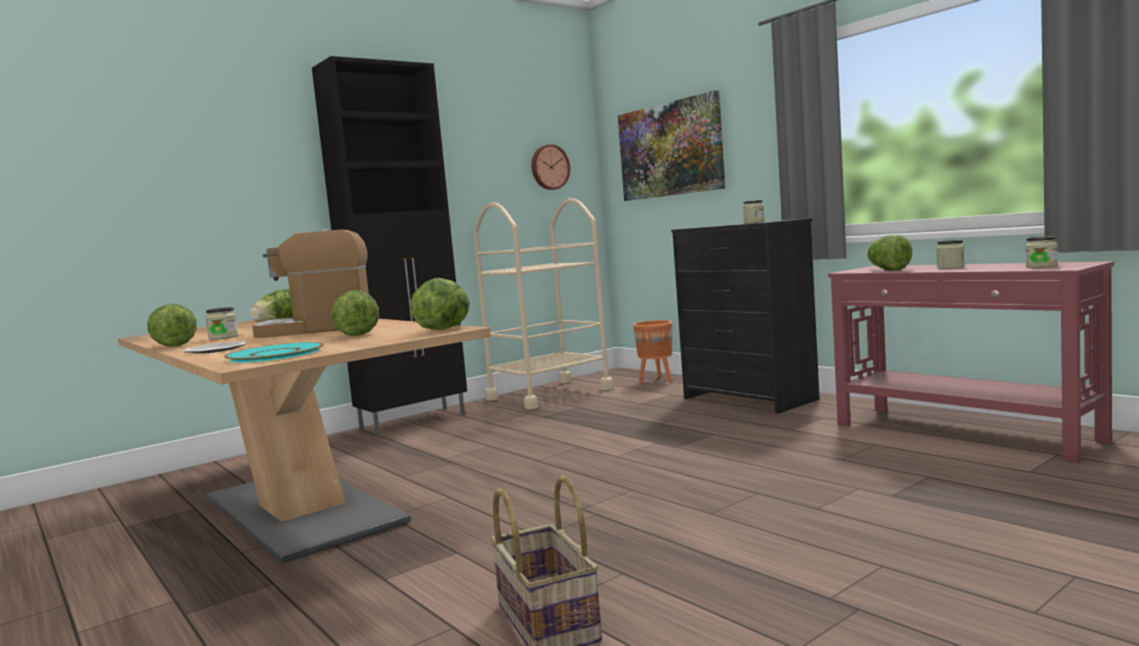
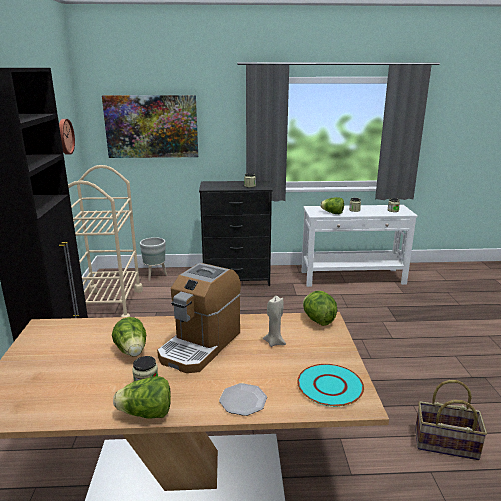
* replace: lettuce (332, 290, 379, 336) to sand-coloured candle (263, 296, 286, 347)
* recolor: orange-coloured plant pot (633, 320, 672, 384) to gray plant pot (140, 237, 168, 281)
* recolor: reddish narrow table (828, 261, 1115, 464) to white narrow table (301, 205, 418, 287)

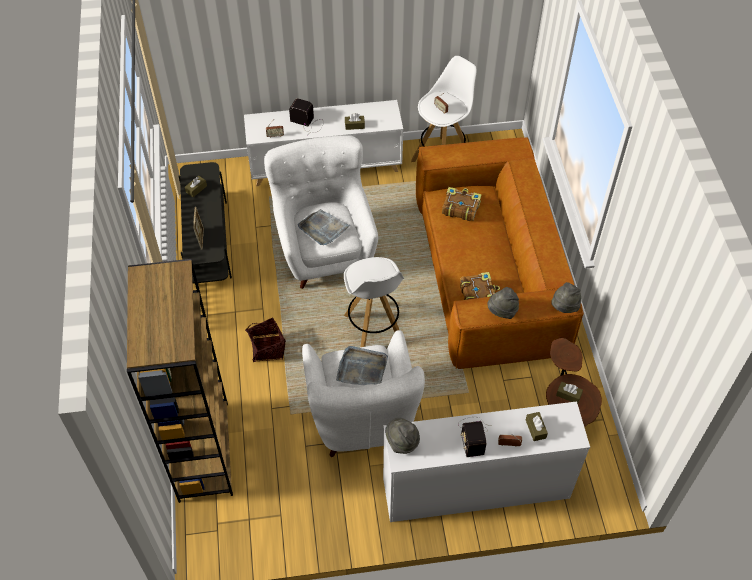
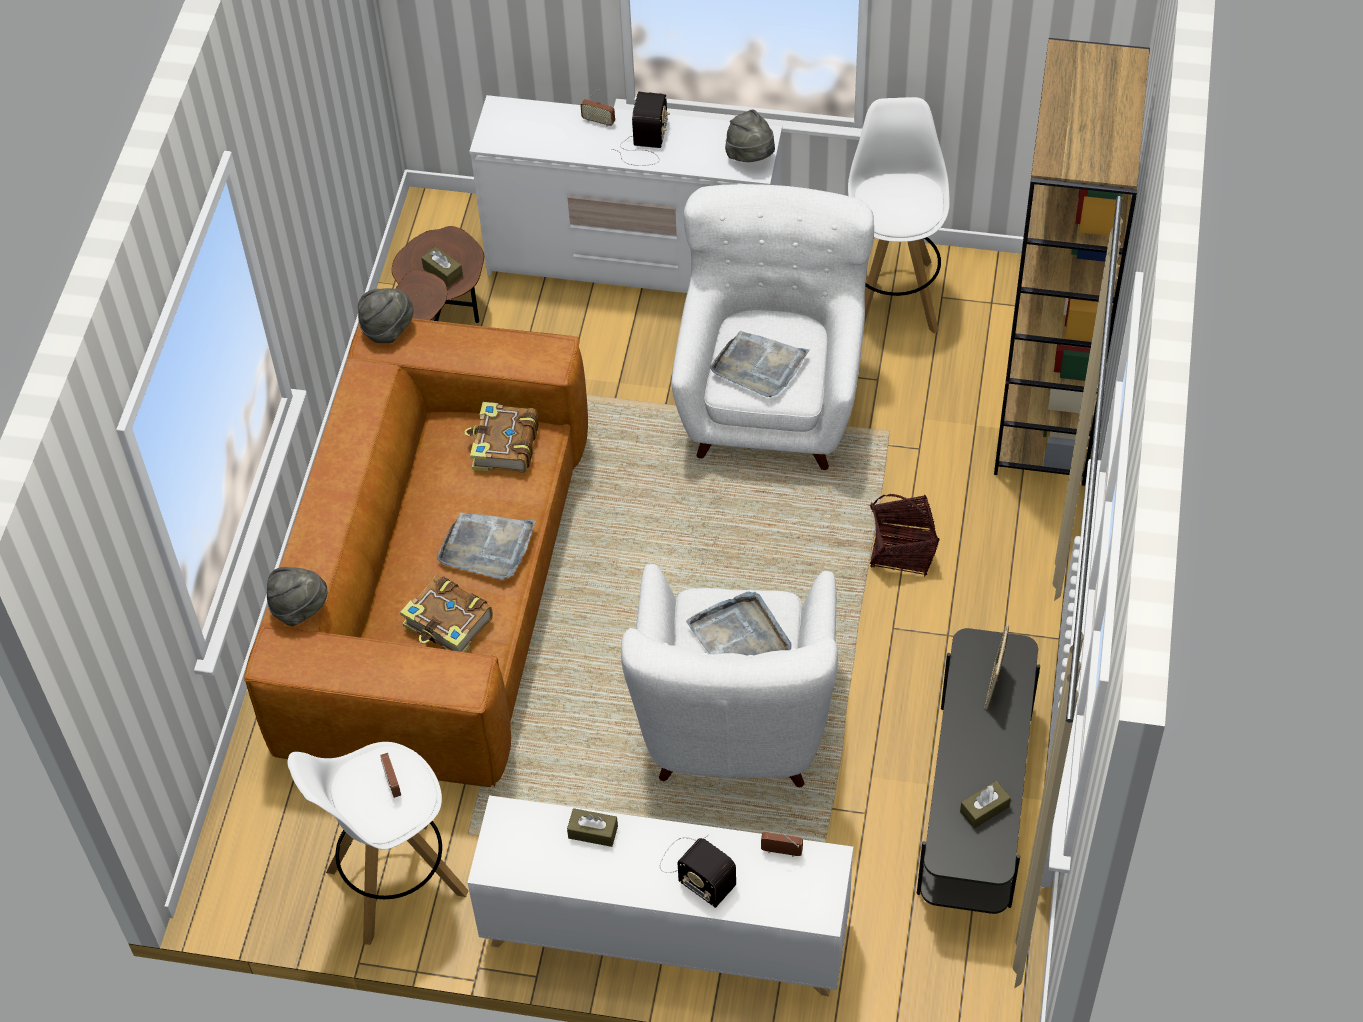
* delete: brown-coloured box of tissues (526, 412, 548, 441)
* insert: gray tray (437, 513, 536, 580)
* move: white sitting stool (344, 257, 404, 347) to (848, 97, 950, 334)
* move: gray wearable hat (487, 287, 519, 319) to (267, 567, 327, 626)

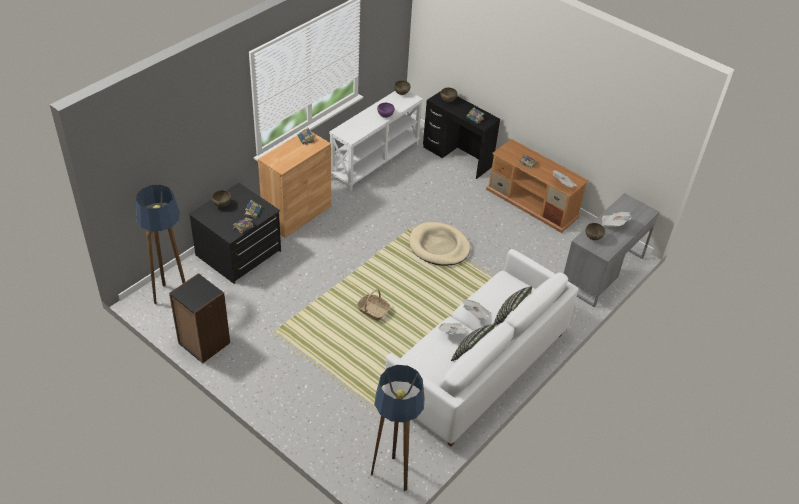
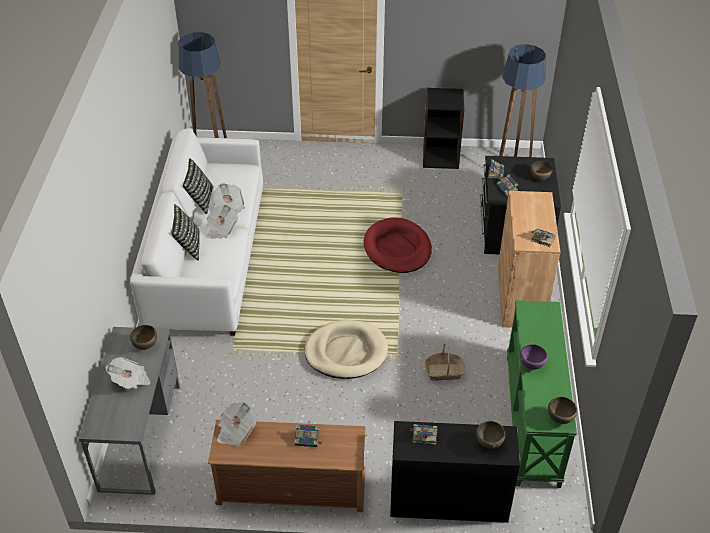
* insert: reddish dog cushion (364, 218, 432, 273)
* move: basket (357, 289, 390, 321) to (424, 343, 465, 381)
* recolor: white narrow table (329, 91, 423, 191) to green-coloured narrow table (507, 300, 577, 488)

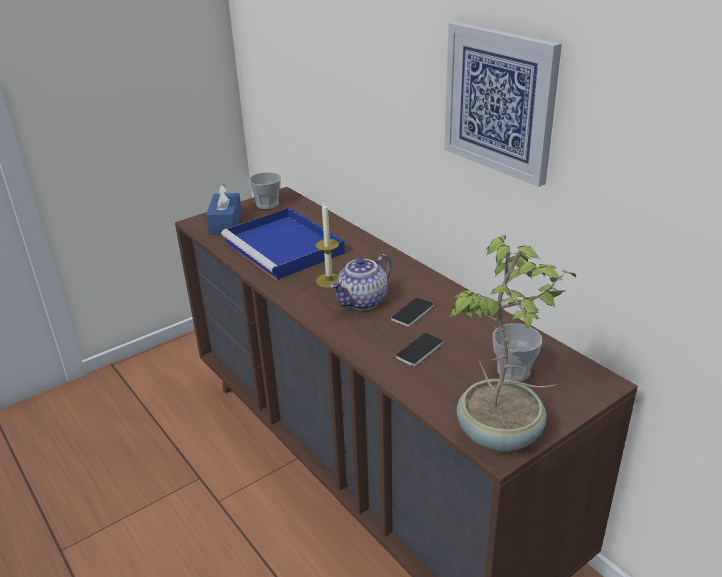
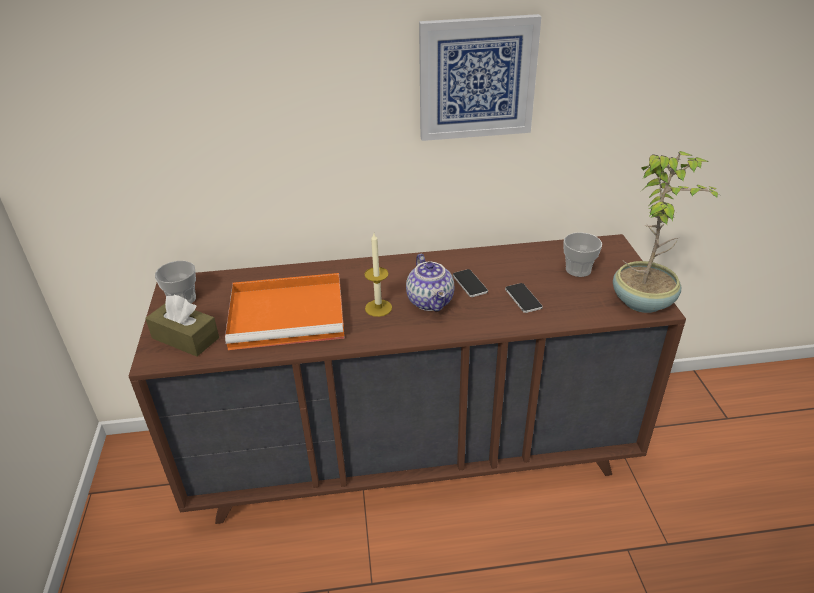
* recolor: bluish box of tissues (206, 184, 242, 235) to brown-coloured box of tissues (145, 295, 219, 357)
* recolor: bluish tray (221, 208, 345, 280) to orange-coloured tray (225, 273, 345, 350)

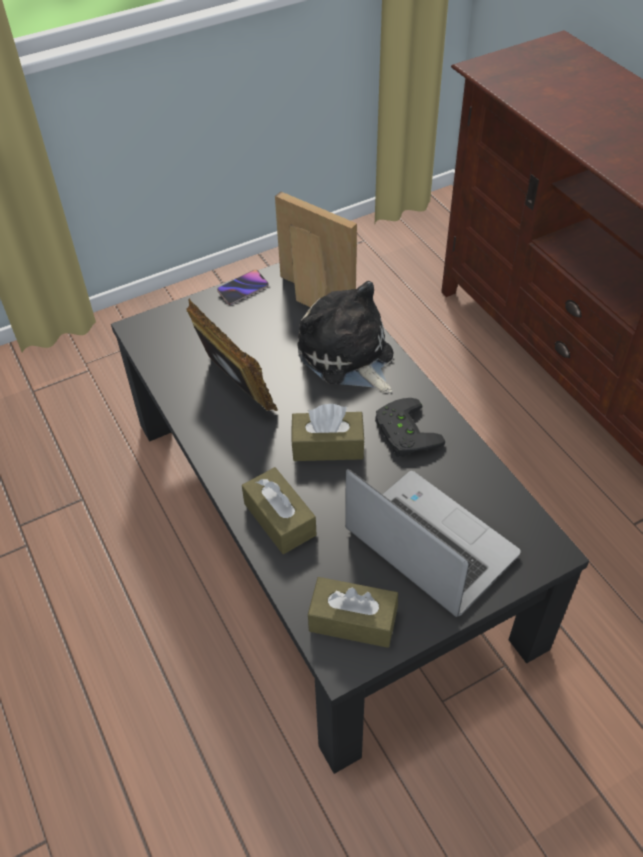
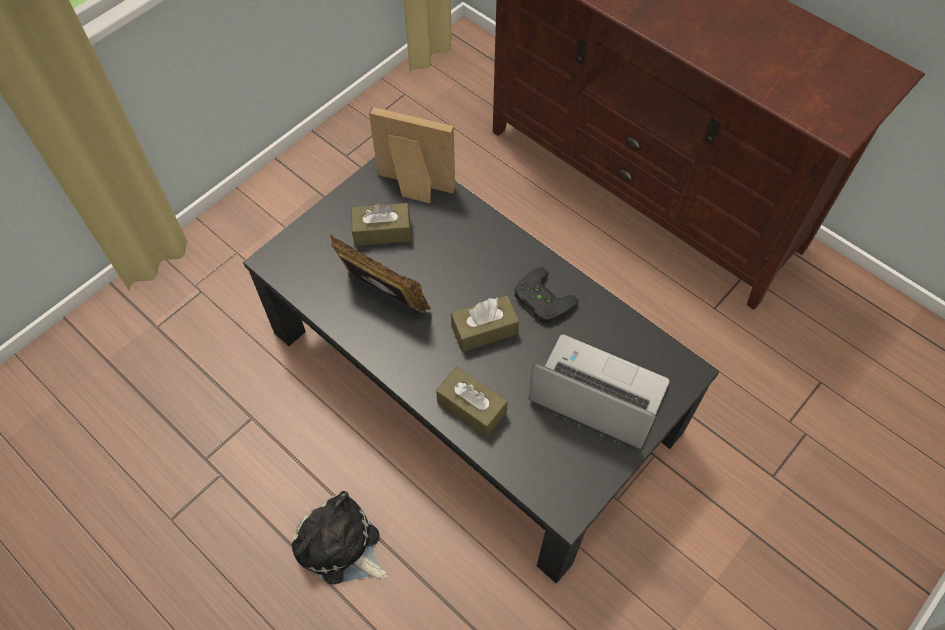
* delete: phone (217, 270, 269, 305)
* move: soft toy (297, 281, 393, 393) to (291, 491, 388, 585)
* move: brown-coloured box of tissues (308, 577, 398, 648) to (351, 203, 411, 246)

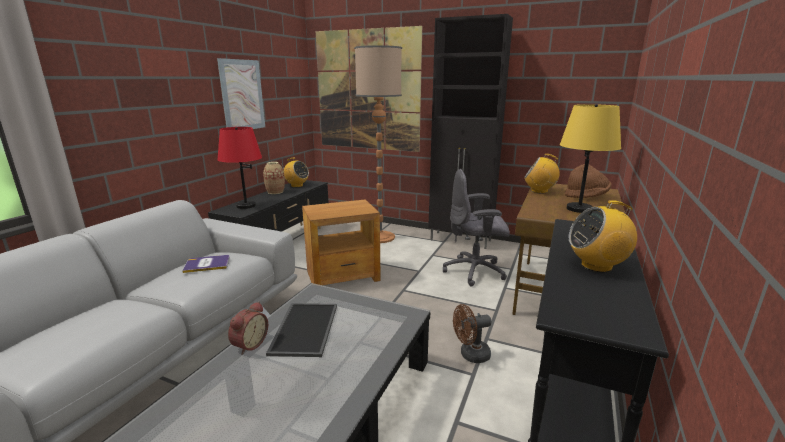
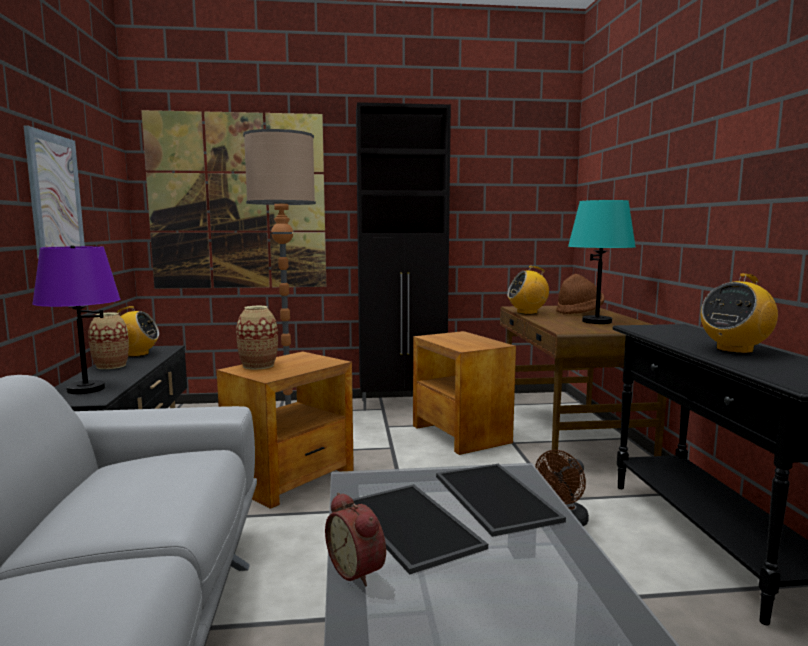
* delete: volume (182, 255, 230, 273)
* insert: flower vase (236, 306, 278, 370)
* insert: tray (436, 464, 566, 537)
* replace: gray office chair (443, 169, 510, 287) to brown-coloured accent table (413, 331, 516, 455)
* recolor: reddish tabletop lamp (217, 127, 262, 209) to purple tabletop lamp (32, 245, 120, 394)
* recolor: yellow tabletop lamp (560, 104, 621, 213) to blue-green tabletop lamp (568, 199, 636, 324)
* rotate: bedside clock (228, 302, 268, 355) = (325, 492, 386, 587) 150 degrees clockwise

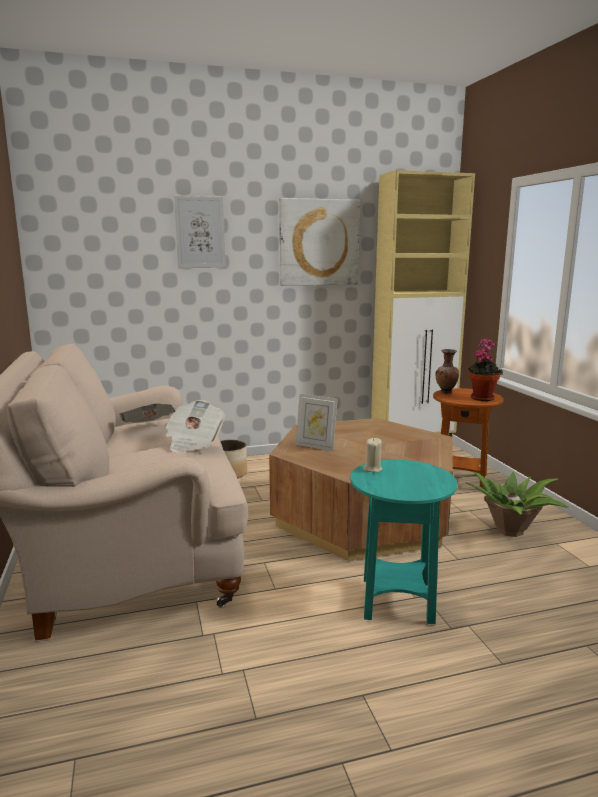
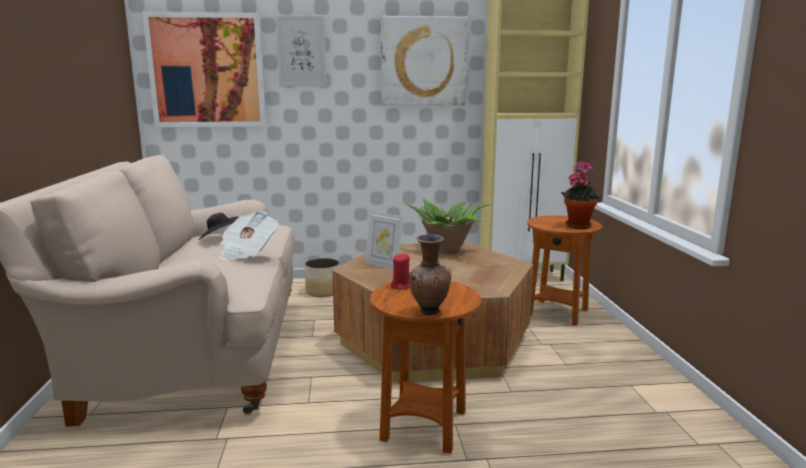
* insert: picture (142, 12, 266, 127)
* move: brown-coloured flower vase (435, 349, 459, 394) to (407, 234, 451, 315)
* move: houseplant (465, 471, 569, 537) to (406, 199, 492, 255)
* replace: printed paper (120, 404, 175, 423) to blackish wearable hat (199, 213, 239, 240)
* recolor: blue-green accent table (350, 460, 457, 624) to brown-coloured accent table (370, 281, 481, 454)
* recolor: sand-coloured candle (363, 438, 383, 473) to reddish candle (391, 254, 410, 289)

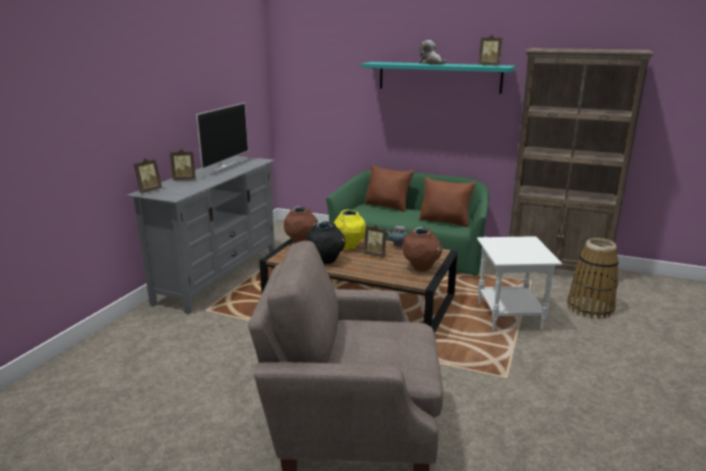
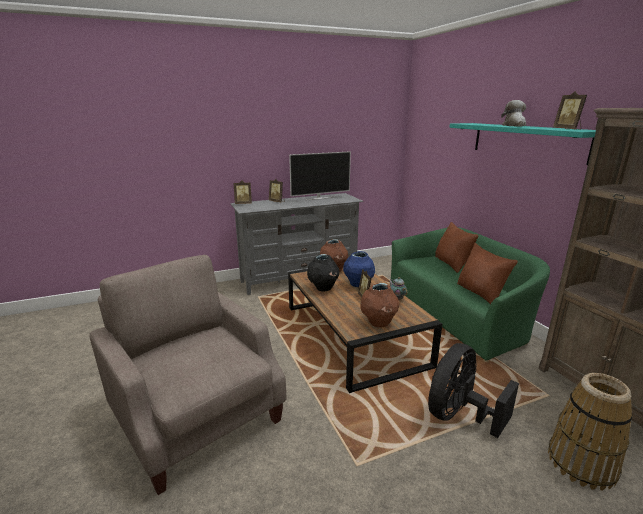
* replace: white accent table (477, 236, 563, 331) to blackish fan (428, 343, 519, 438)
* recolor: yellow flower vase (334, 209, 366, 250) to bluish flower vase (343, 251, 375, 287)

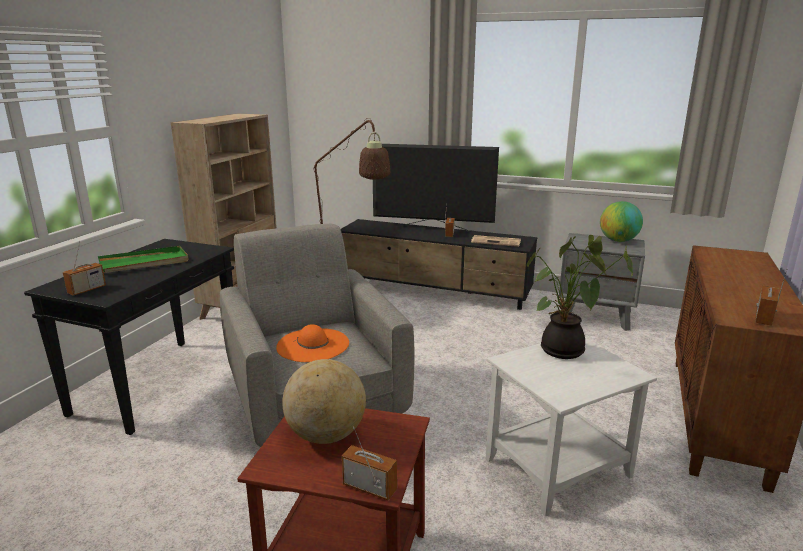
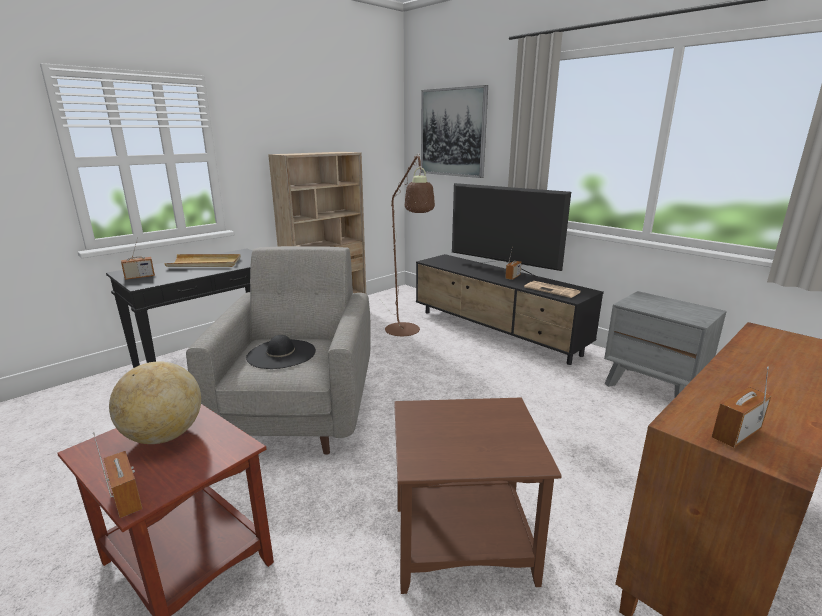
* delete: houseplant (527, 235, 633, 359)
* delete: desk globe (600, 201, 643, 242)
* insert: picture (421, 85, 488, 178)
* recolor: green-coloured tray (98, 246, 189, 273) to sand-coloured tray (164, 254, 241, 267)
* recolor: orange-coloured wearable hat (276, 324, 349, 362) to blackish wearable hat (246, 335, 316, 369)
* recolor: white accent table (486, 339, 657, 517) to brown-coloured accent table (394, 398, 562, 594)

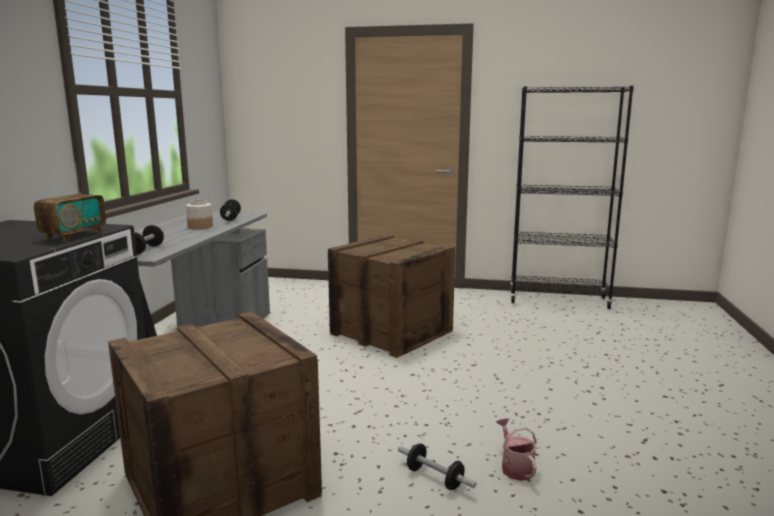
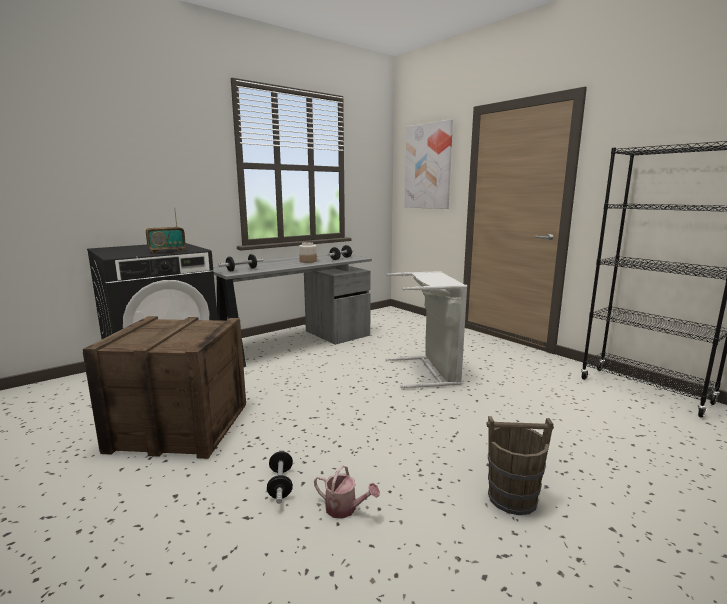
* insert: picture (405, 119, 453, 209)
* insert: brown-coloured water bucket (487, 416, 554, 515)
* replace: shipping crate (328, 235, 455, 358) to gray hamper (385, 271, 467, 388)
* rotate: watering pot (496, 418, 537, 481) = (314, 465, 380, 519) 90 degrees clockwise

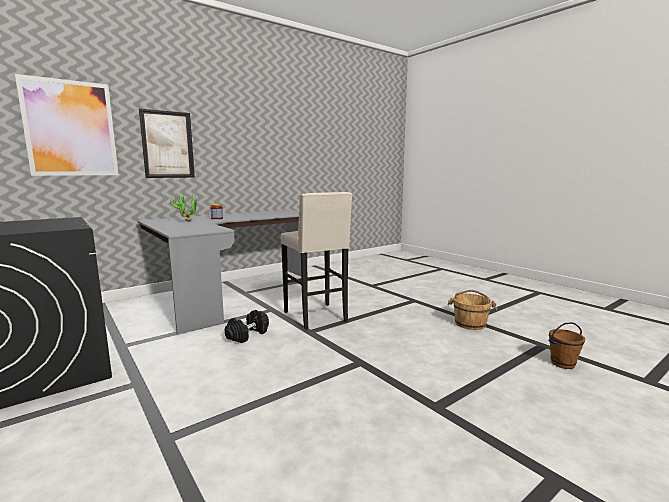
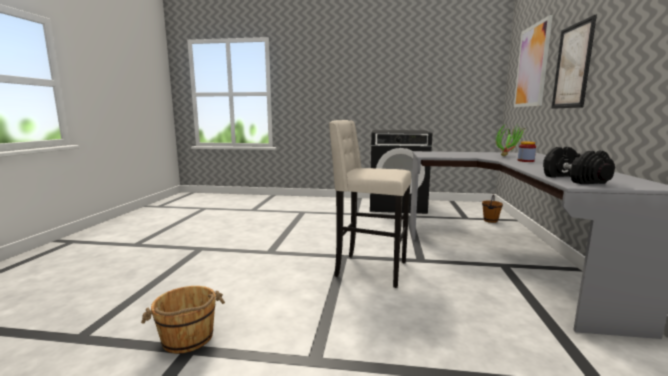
* move: blackish dumbbell (225, 310, 269, 343) to (543, 147, 615, 184)
* move: brown-coloured water bucket (549, 322, 585, 369) to (482, 194, 503, 223)

